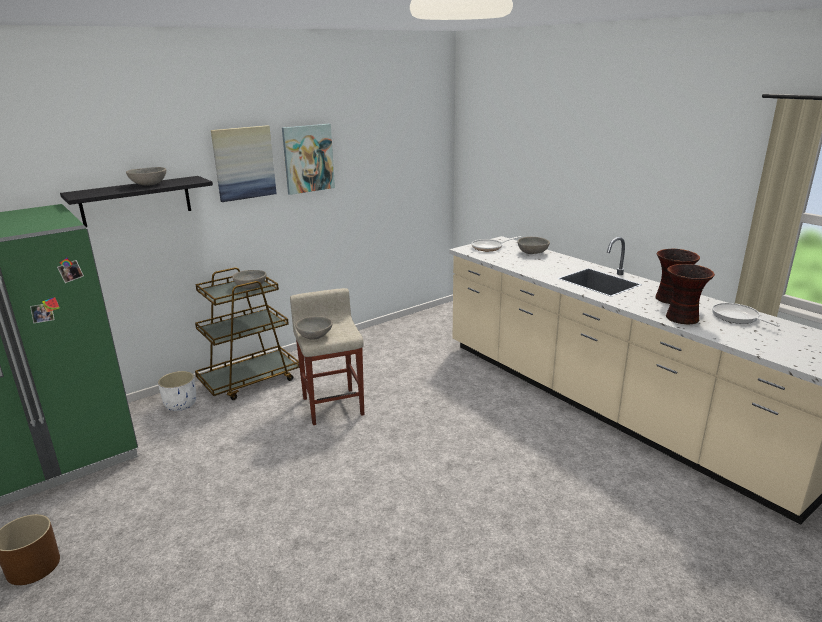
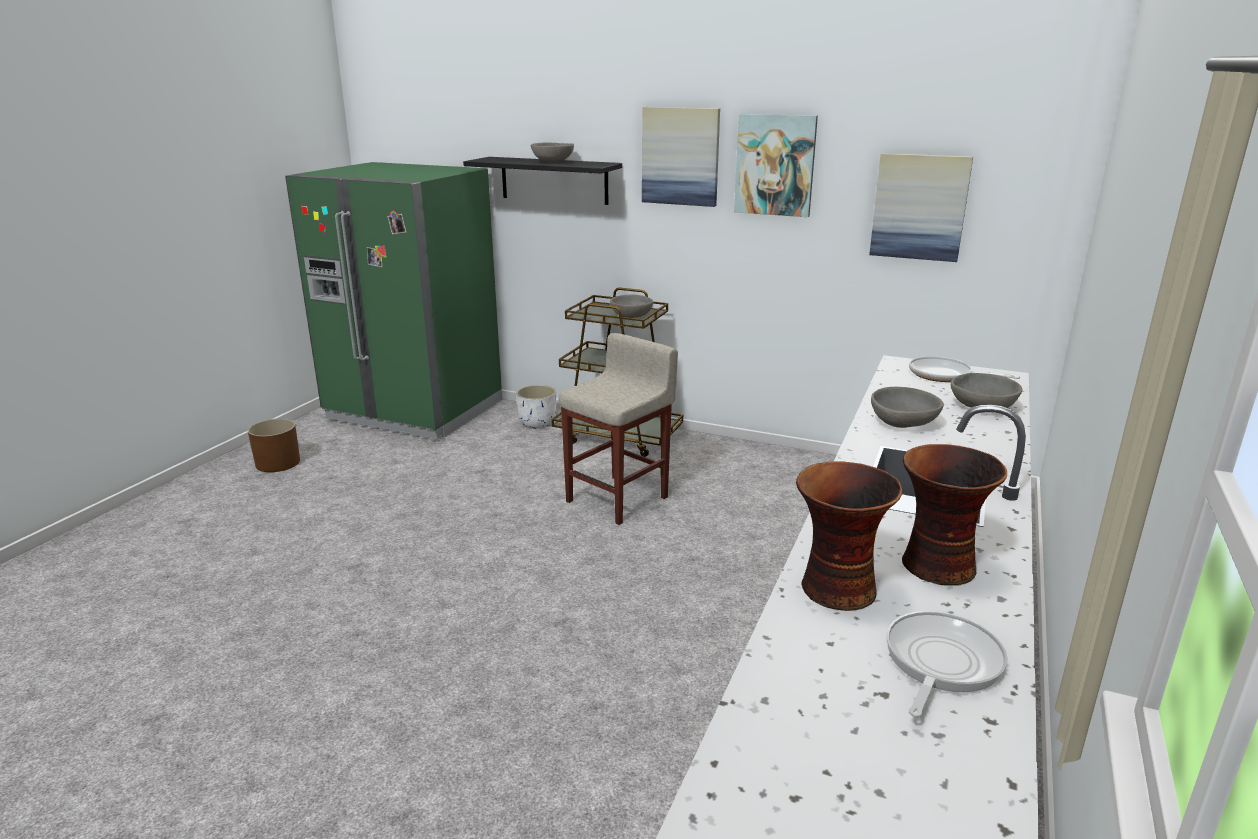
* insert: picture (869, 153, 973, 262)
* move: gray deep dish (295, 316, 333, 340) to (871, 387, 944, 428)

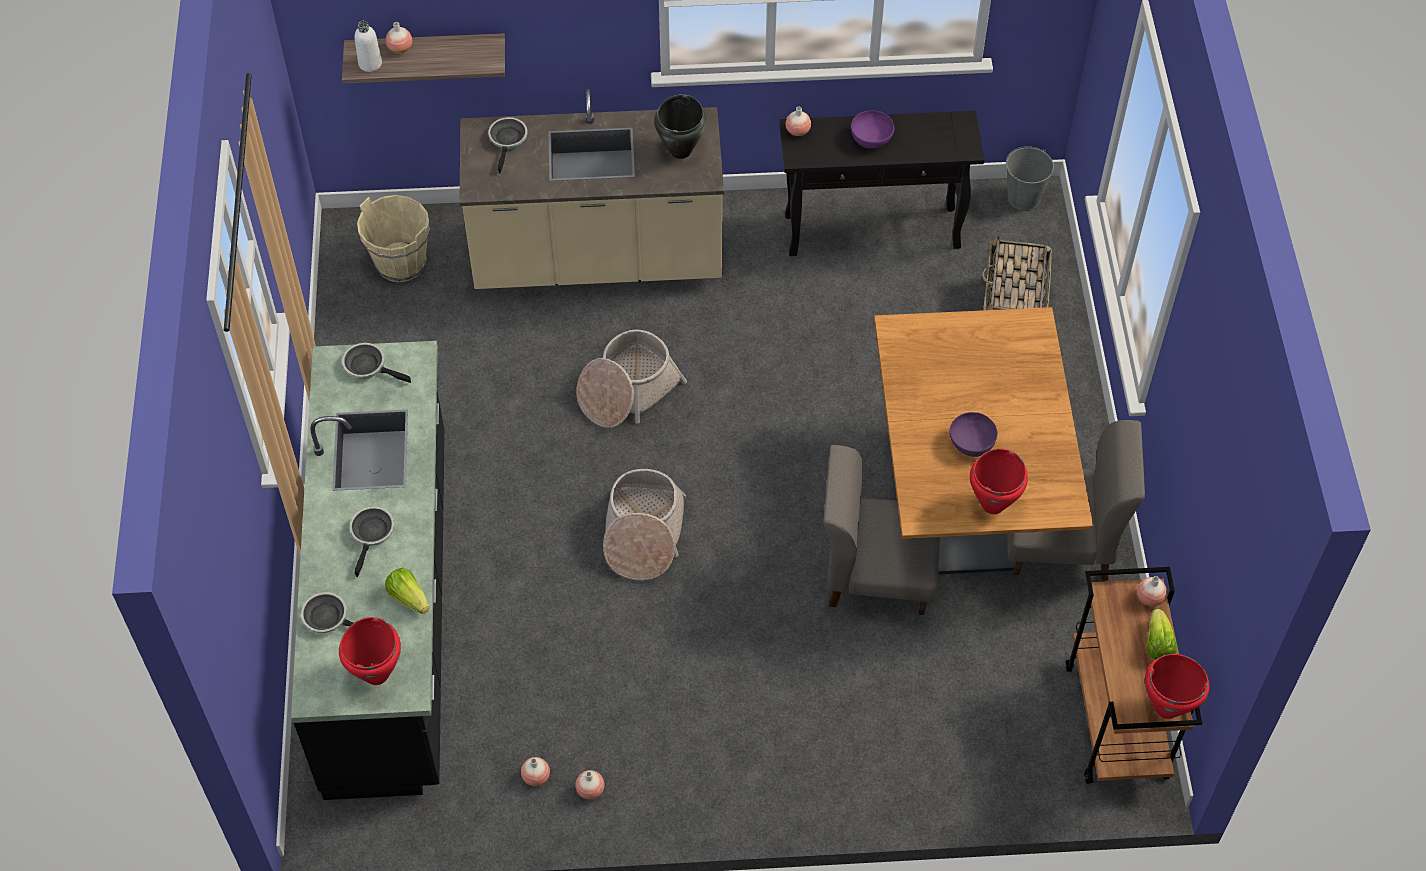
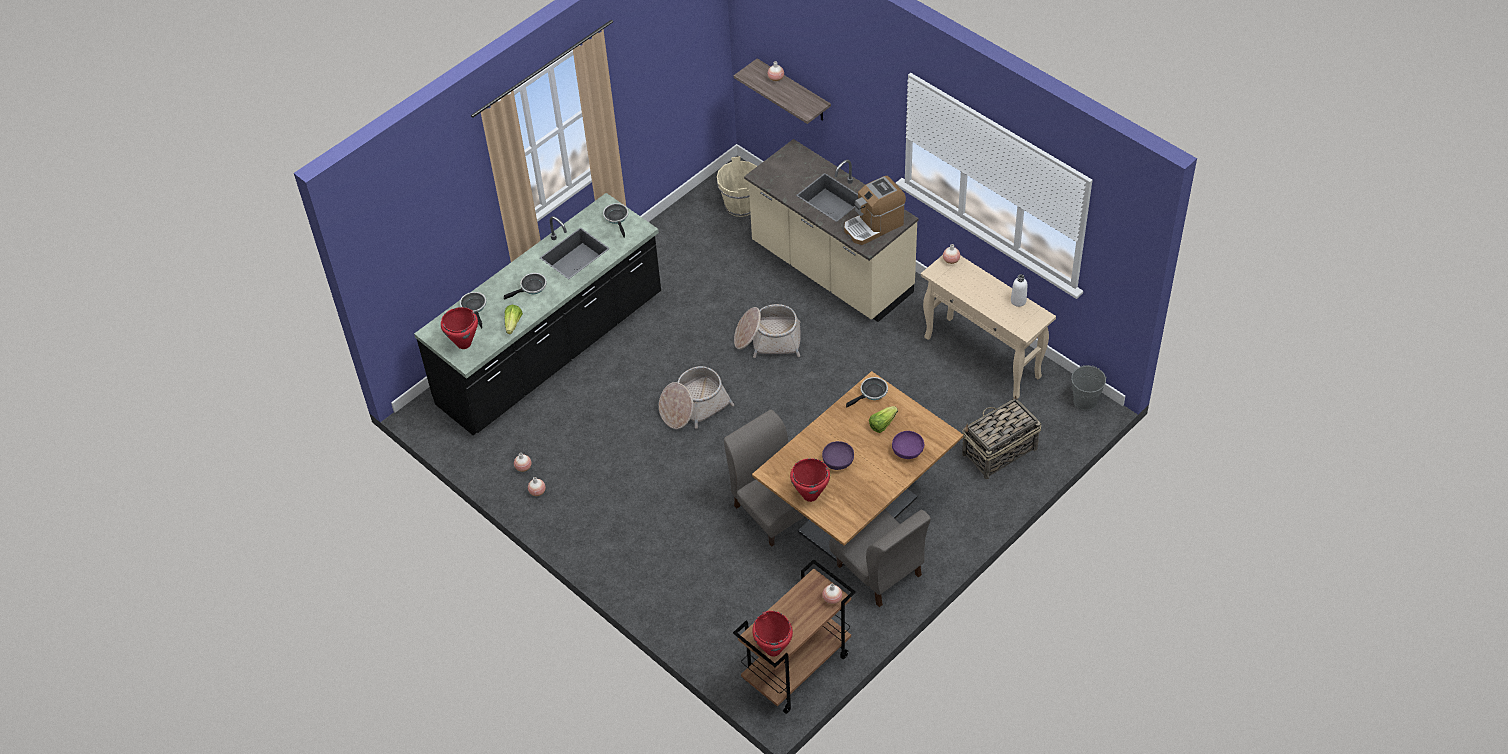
* move: white beverage bottle (355, 21, 382, 72) to (1011, 274, 1027, 307)
* move: pan (488, 117, 528, 174) to (846, 377, 888, 408)
* move: purple deep dish (851, 110, 894, 149) to (892, 431, 925, 459)
* move: lettuce (1146, 609, 1177, 660) to (869, 406, 898, 433)
* replace: blackish stockpot (654, 94, 706, 159) to coffee maker (844, 176, 906, 245)
* recolor: blackish narrow table (779, 111, 984, 256) to sand-coloured narrow table (921, 255, 1056, 399)

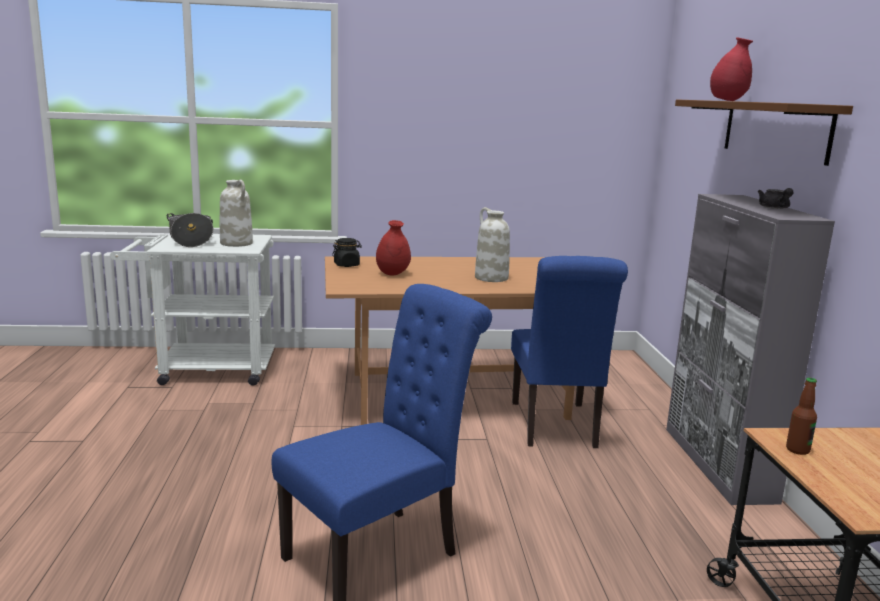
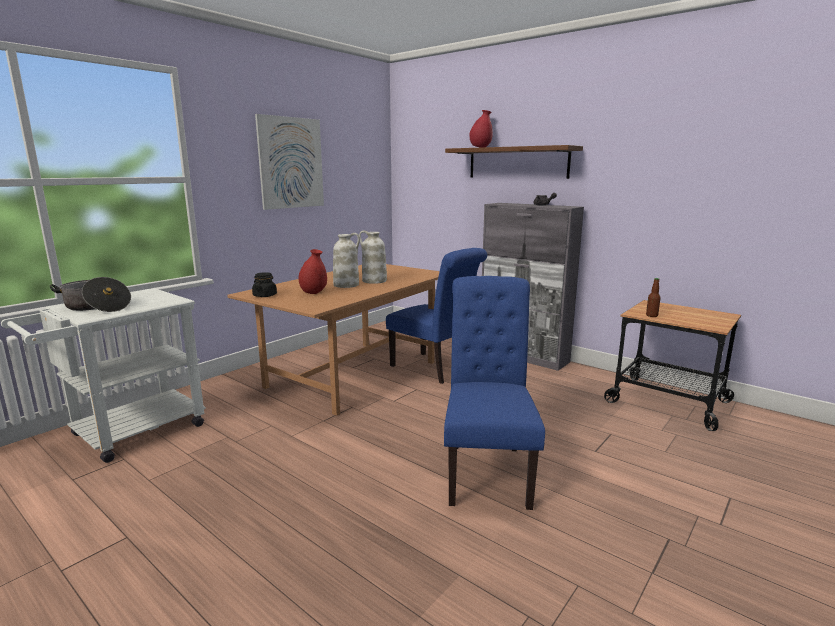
* insert: picture (255, 114, 324, 210)
* move: white flower vase (220, 180, 253, 247) to (333, 233, 360, 288)

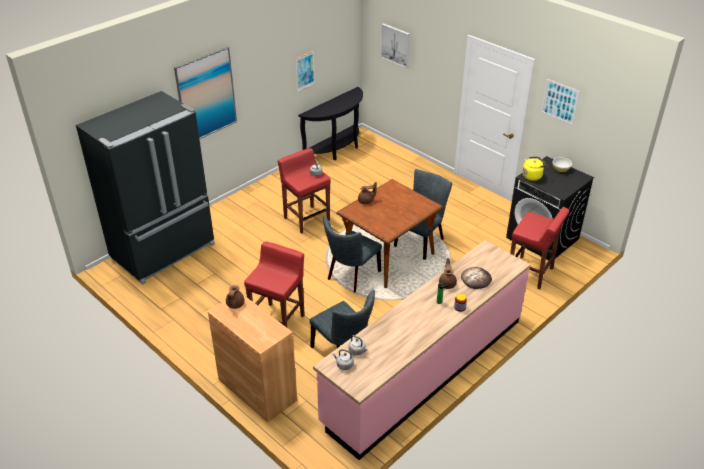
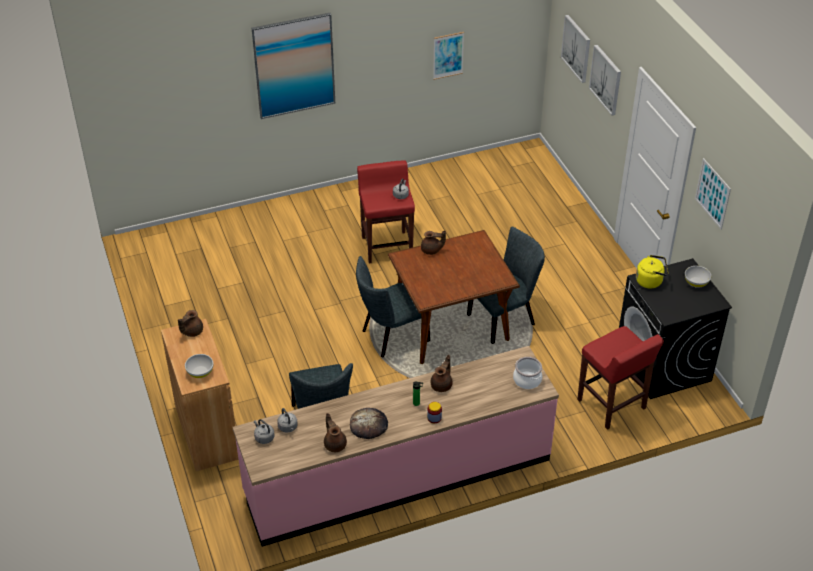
* delete: blackish kitchen fridge (76, 91, 215, 284)
* delete: reddish sitting stool (244, 241, 305, 327)
* delete: blackish narrow table (298, 87, 363, 160)
* insert: white deep dish (185, 354, 213, 378)
* insert: brown-coloured teapot (324, 413, 347, 452)
* insert: stockpot (513, 357, 542, 389)
* insert: picture (589, 45, 621, 115)
* move: bread (461, 267, 492, 289) to (350, 408, 388, 439)

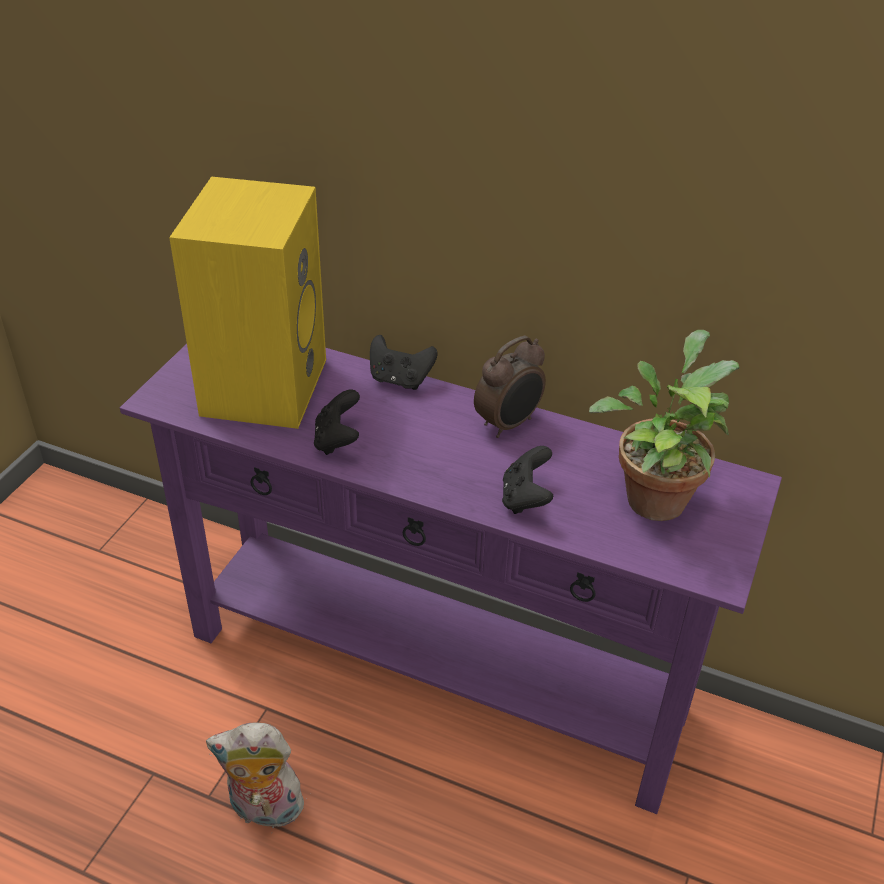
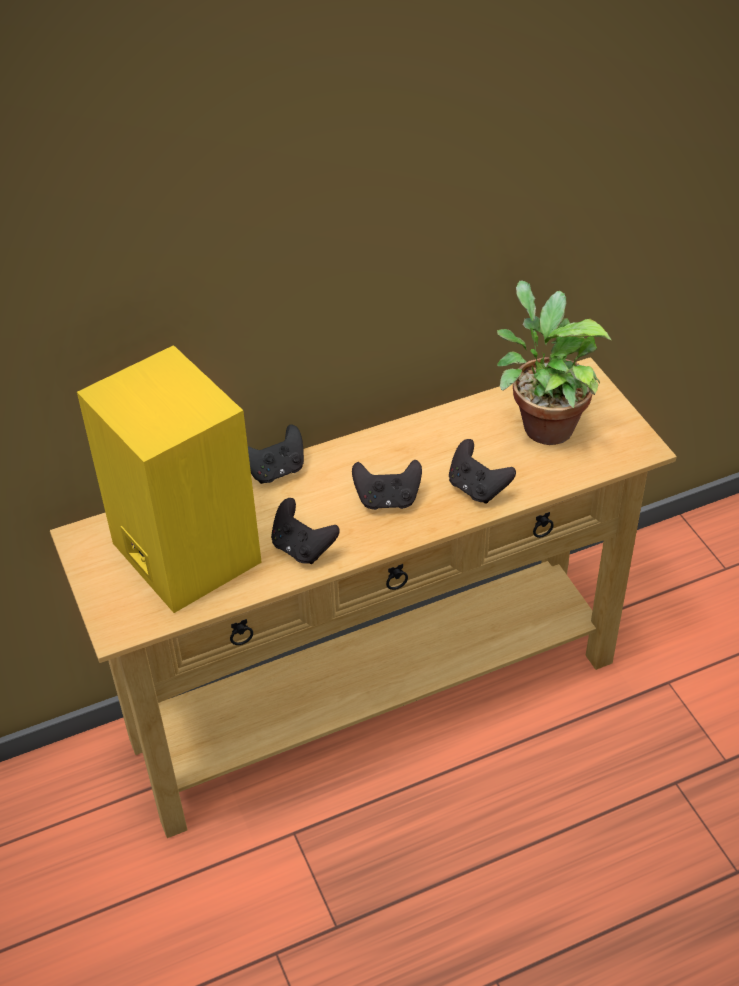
* delete: soft toy (206, 722, 309, 828)
* delete: bedside clock (474, 336, 546, 438)
* insert: blackish joypad (352, 460, 422, 510)
* recolor: purple narrow table (120, 344, 782, 814) to sand-coloured narrow table (50, 357, 677, 838)

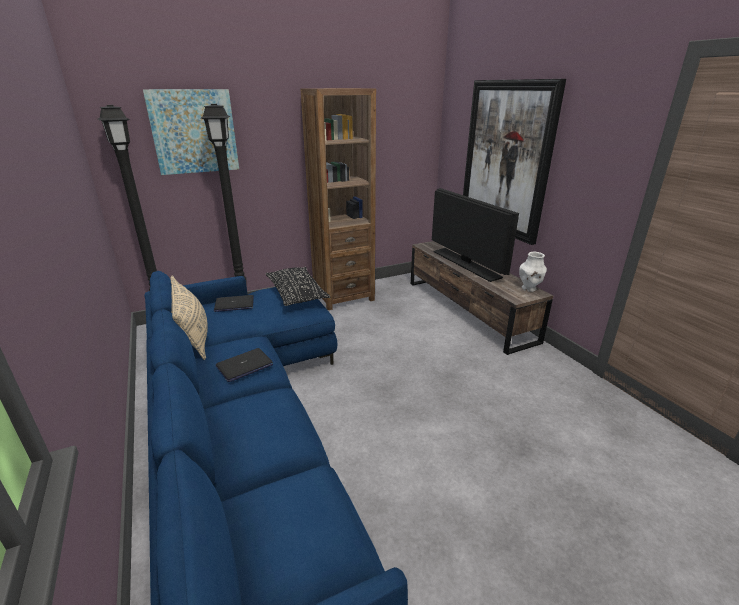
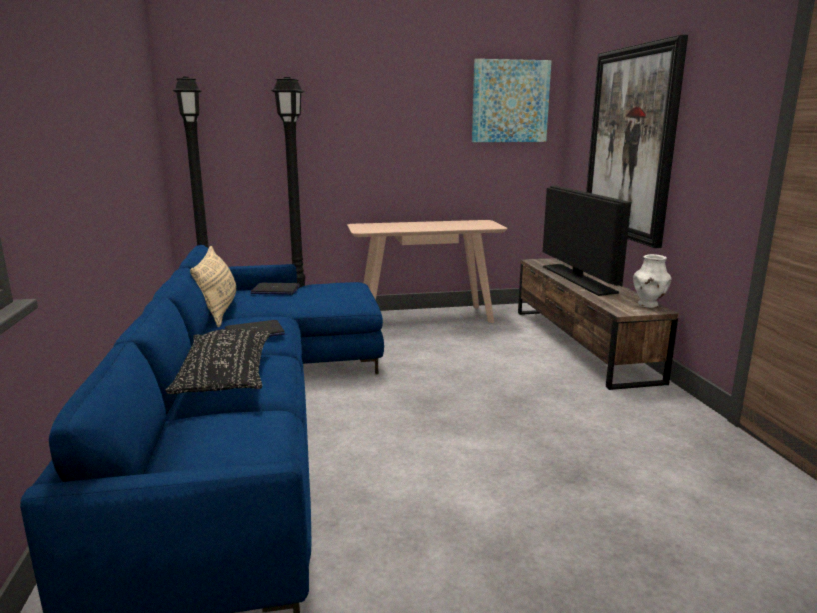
* move: picture (143, 89, 239, 175) to (472, 59, 552, 142)
* move: blackish cushion (265, 267, 330, 306) to (165, 329, 270, 394)
* replace: brown-coloured bookcase (300, 88, 376, 310) to sand-coloured narrow table (347, 220, 507, 323)

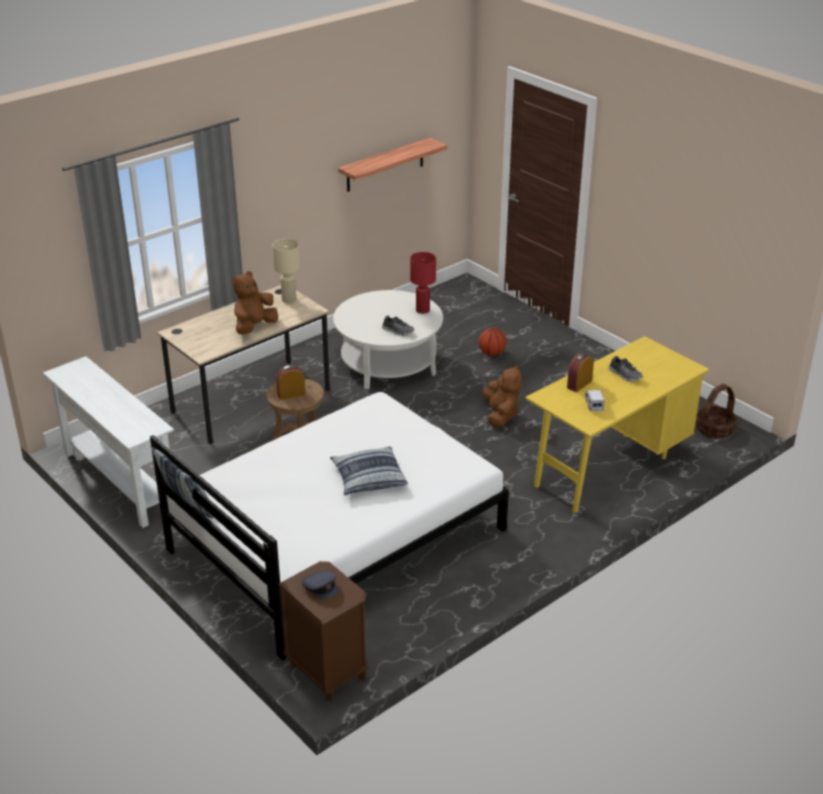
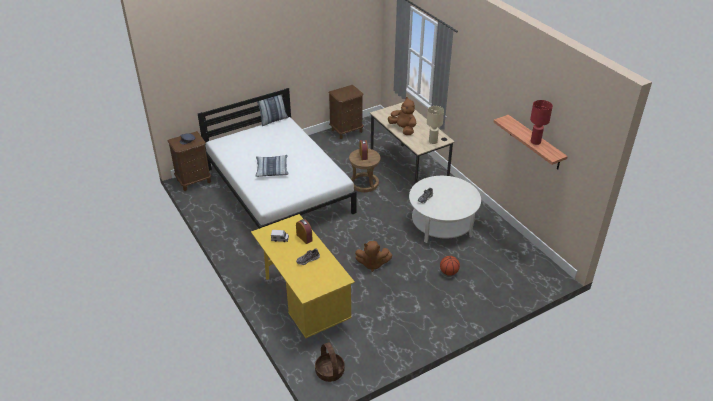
* move: reddish tabletop lamp (410, 252, 436, 314) to (530, 100, 553, 145)
* replace: white narrow table (43, 356, 174, 528) to brown-coloured nightstand (328, 85, 364, 139)

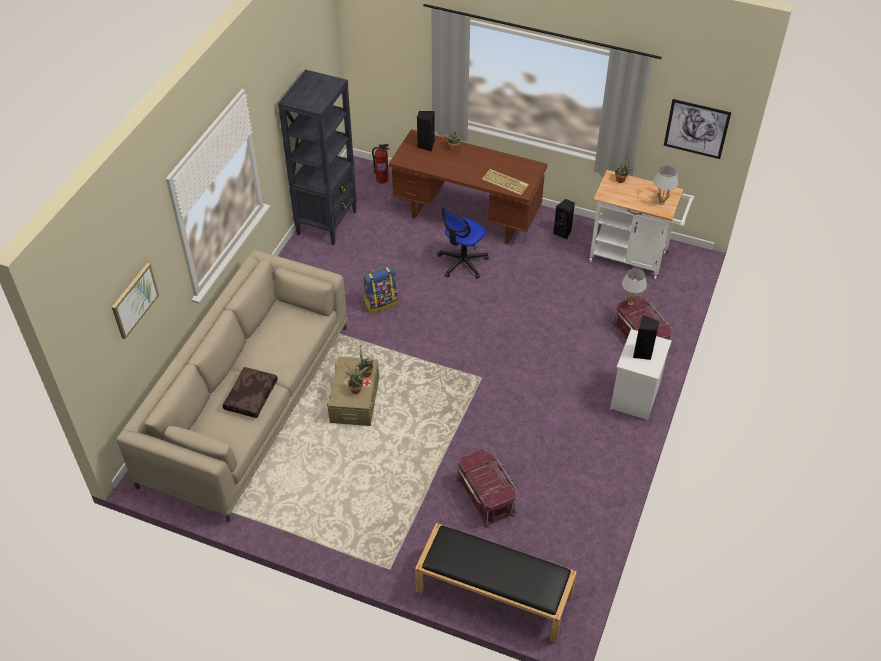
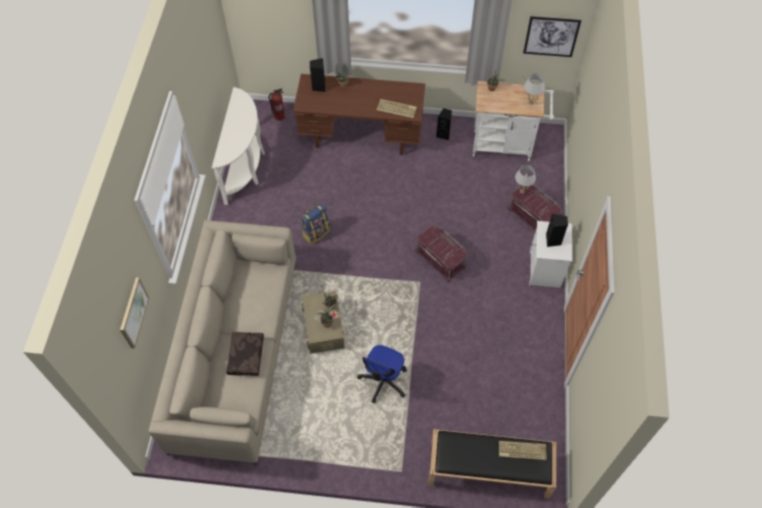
* insert: computer keyboard (499, 441, 547, 460)
* move: office chair (437, 207, 489, 279) to (357, 345, 407, 403)
* move: reddish storage bin (455, 448, 518, 528) to (415, 225, 467, 283)
* replace: blackish bookcase (278, 69, 357, 245) to white narrow table (212, 87, 265, 205)

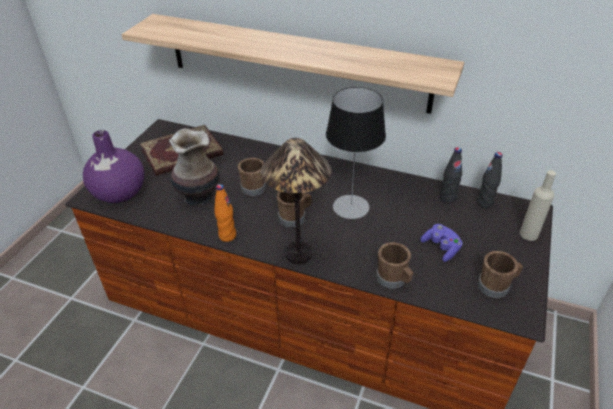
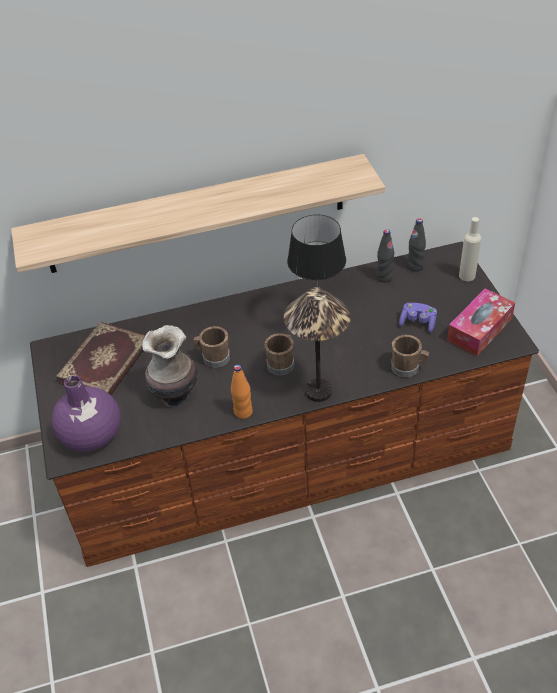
* replace: brown-coloured mug (478, 251, 523, 298) to box of tissues (447, 288, 515, 356)

